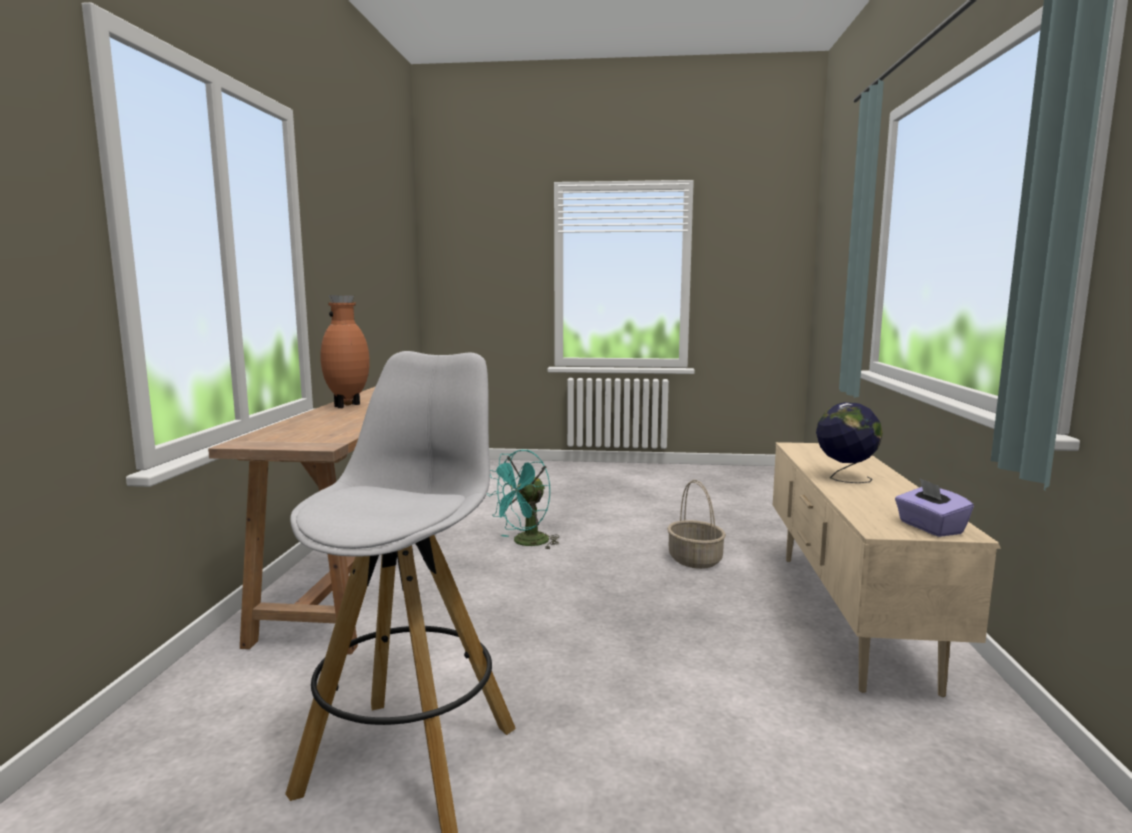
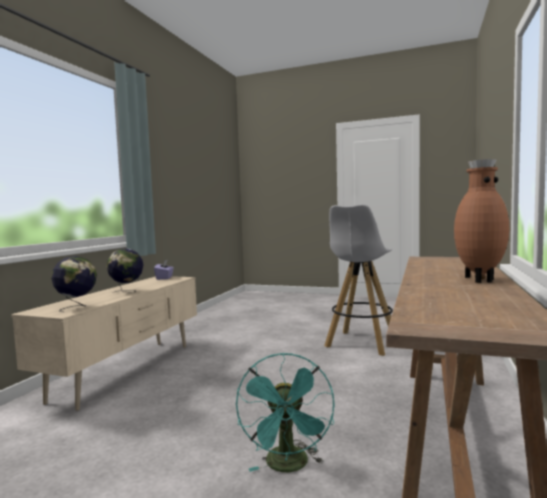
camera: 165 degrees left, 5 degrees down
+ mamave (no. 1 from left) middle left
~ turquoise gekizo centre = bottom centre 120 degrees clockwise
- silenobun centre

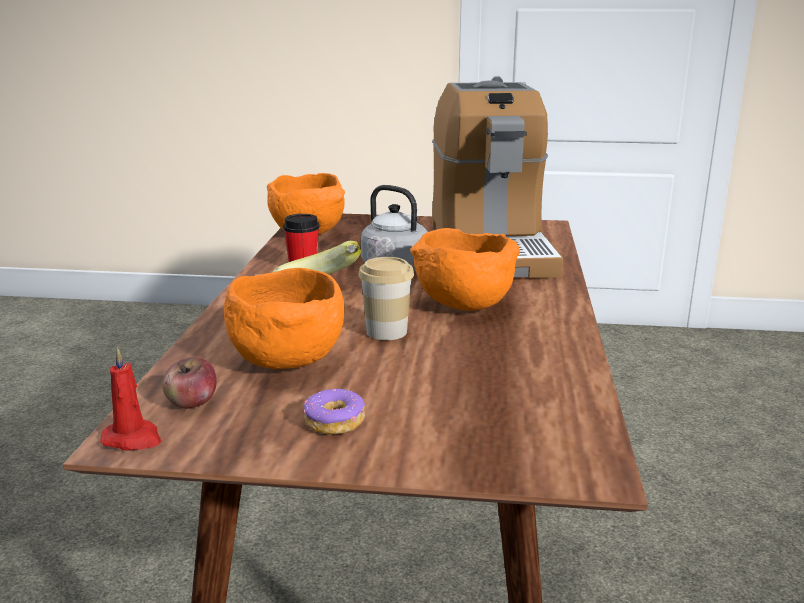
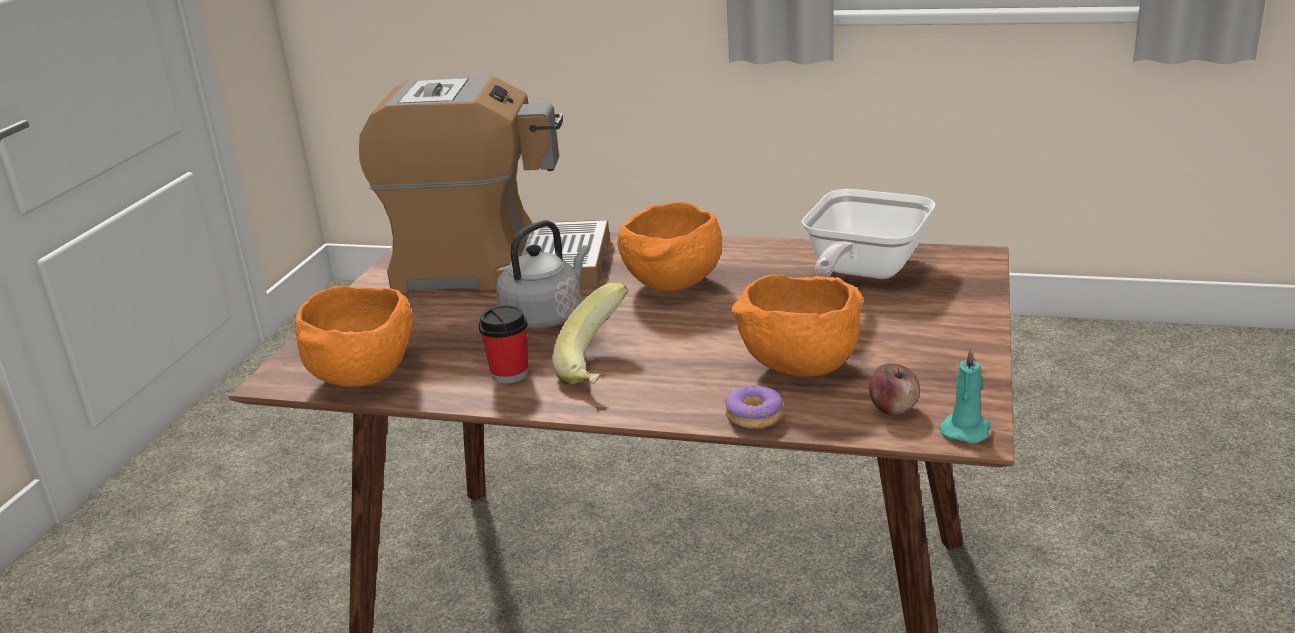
camera: 80 degrees left, 5 degrees up
~ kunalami bottom centre to centre
+ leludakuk middle right
~ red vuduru middle left to turquoise vuduru middle right
- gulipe (no. 2 from left) centre

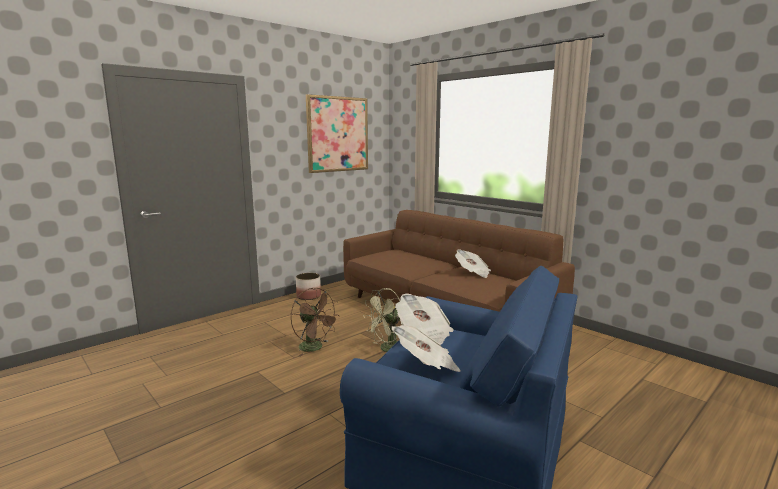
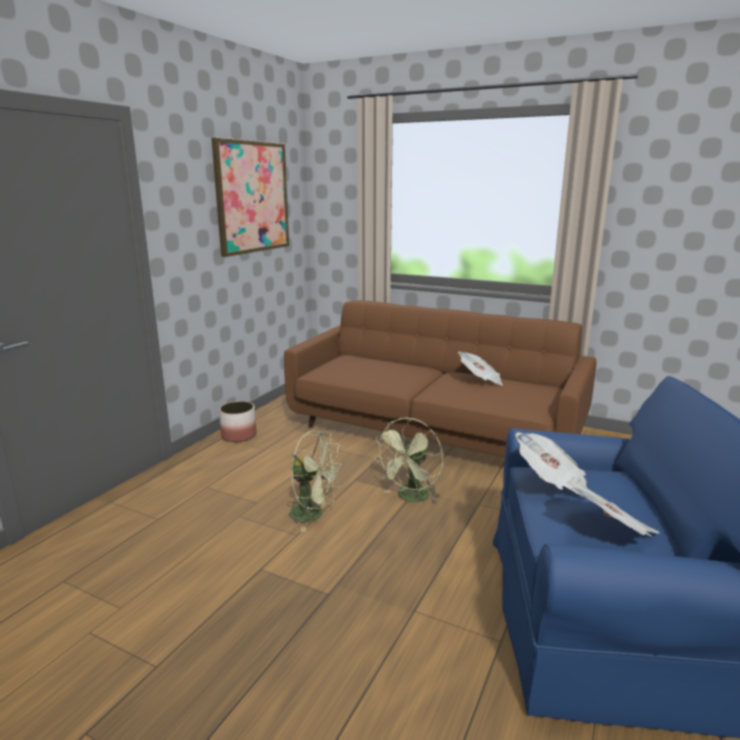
camera: 20 degrees left, 5 degrees up
~ brown gekizo centre to green gekizo (no. 1 from left) centre

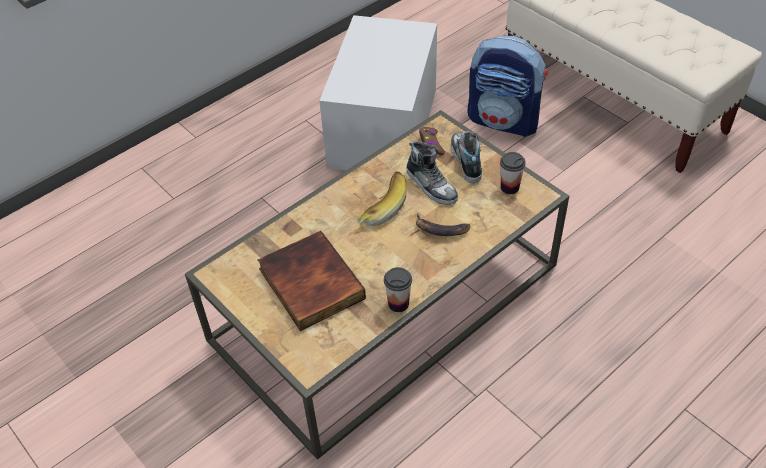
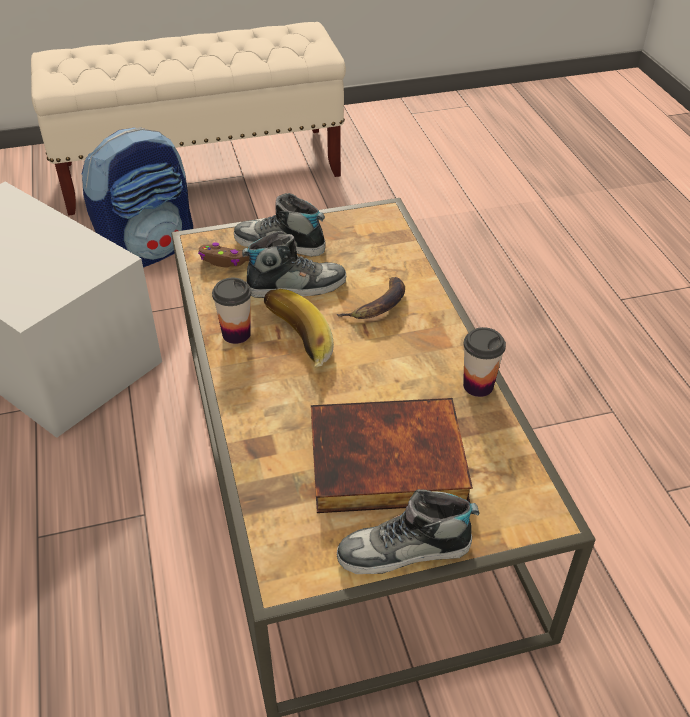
camera: 65 degrees left, 5 degrees down
~ gulipe (no. 2 from left in the first image) middle right to gulipe (no. 1 from left) centre
+ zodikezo (no. 3 from left) bottom centre

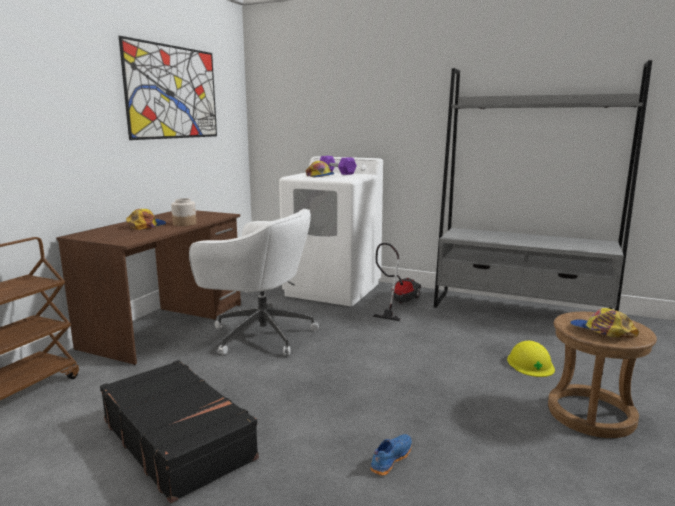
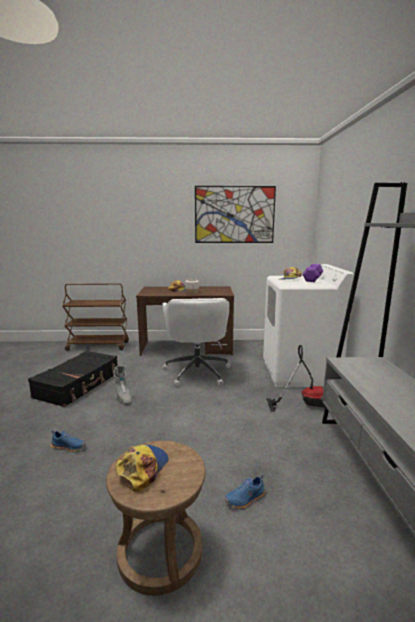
camera: 65 degrees right, 0 degrees up
+ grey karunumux middle left
~ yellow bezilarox bottom right to blue zodikezo (no. 2 from left) bottom centre

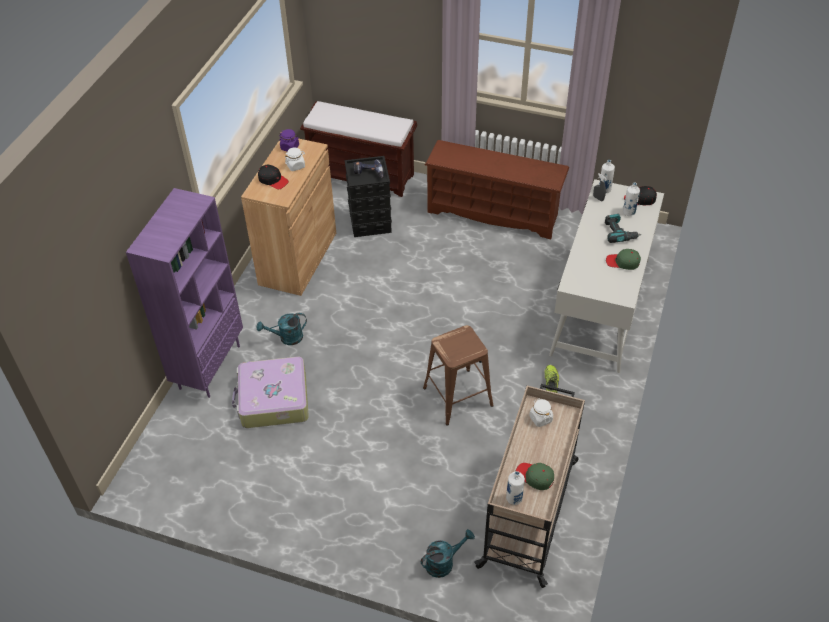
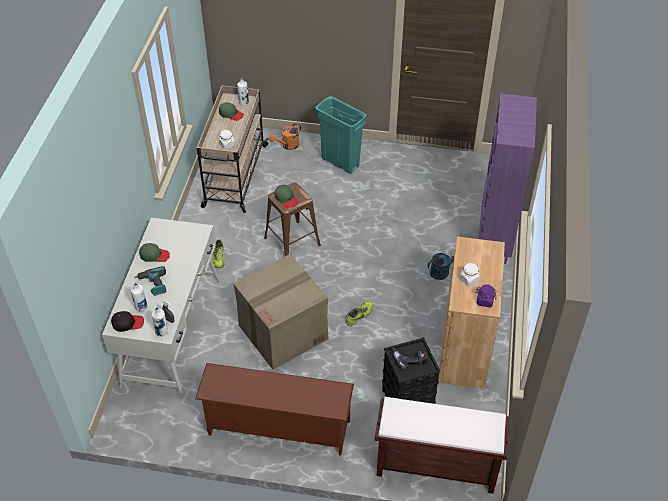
camera: 170 degrees right, 0 degrees up
+ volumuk centre
~ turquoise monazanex (no. 2 from left) bottom centre to orange monazanex top centre
+ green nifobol (no. 3 from left) centre
+ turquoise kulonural top centre
+ zodikezo (no. 2 from left) centre
- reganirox middle left
- black nifobol (no. 1 from left) top left

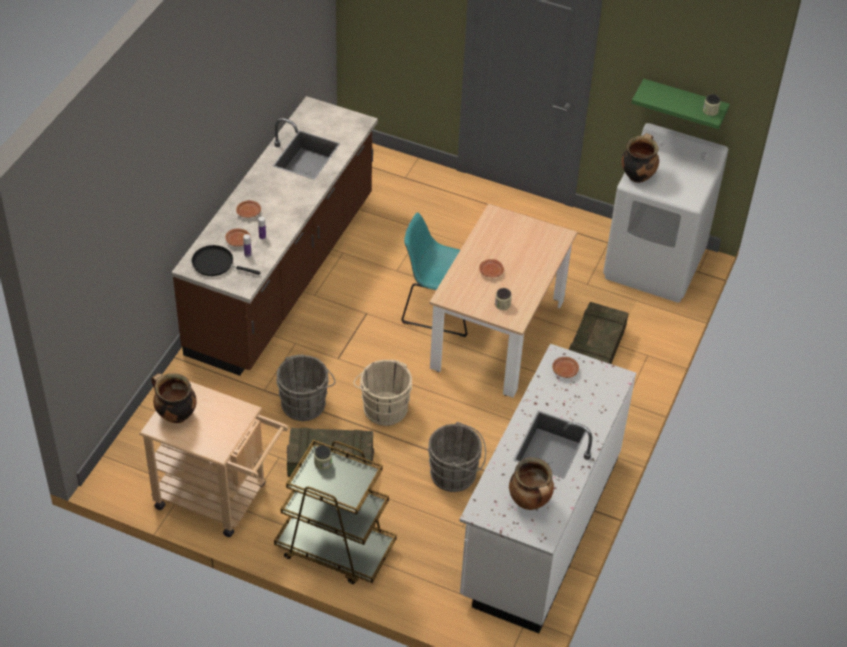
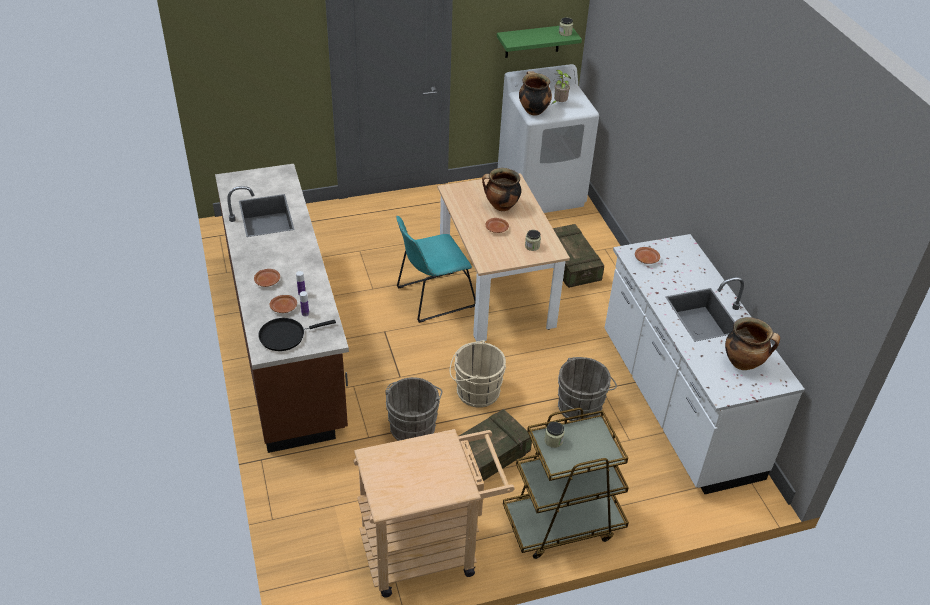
camera: 40 degrees left, 5 degrees down
~ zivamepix (no. 1 from left) middle left to top centre
+ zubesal top centre

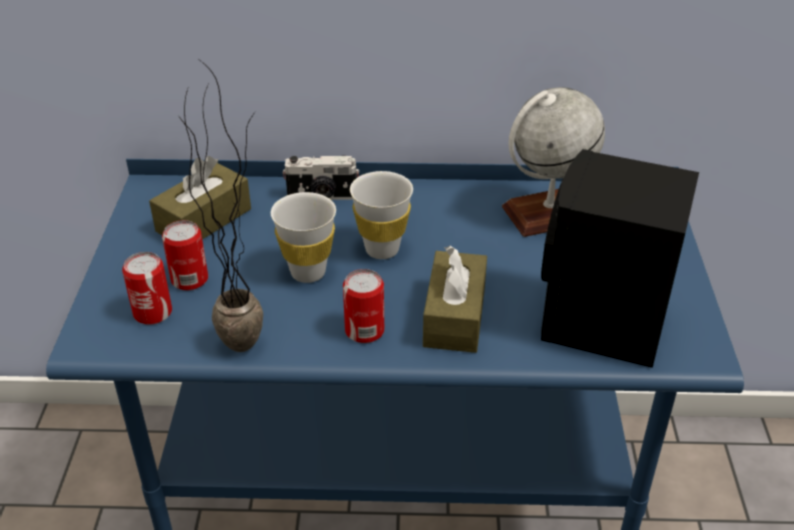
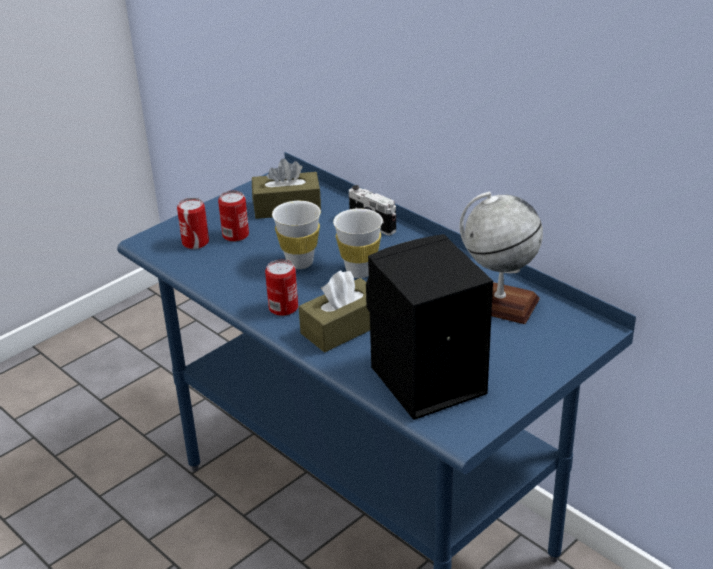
camera: 45 degrees right, 5 degrees down
- zubesal middle left

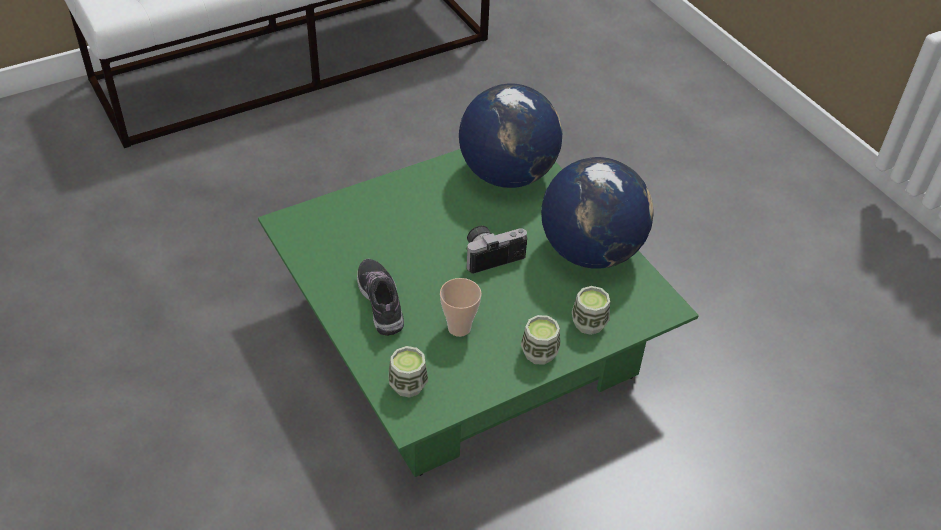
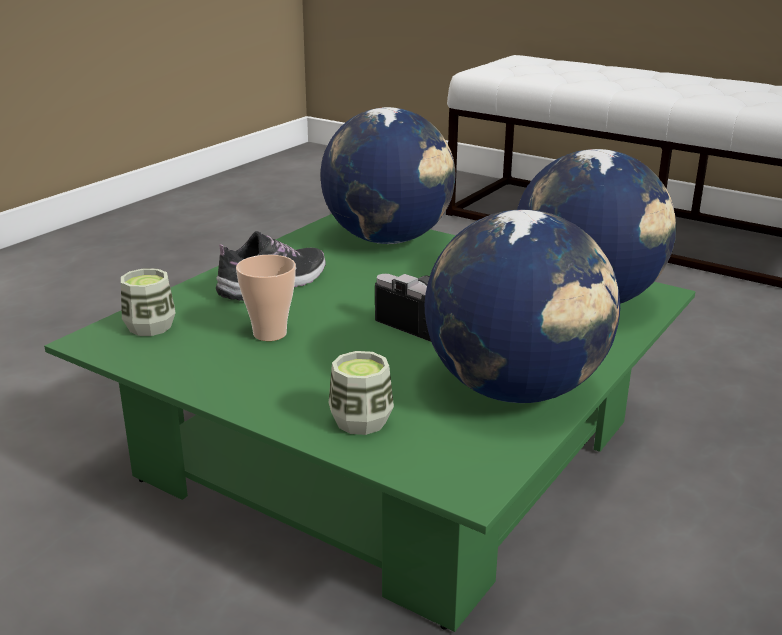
camera: 65 degrees right, 20 degrees down
+ mamave (no. 1 from left) top centre
- gulipe (no. 3 from left) centre

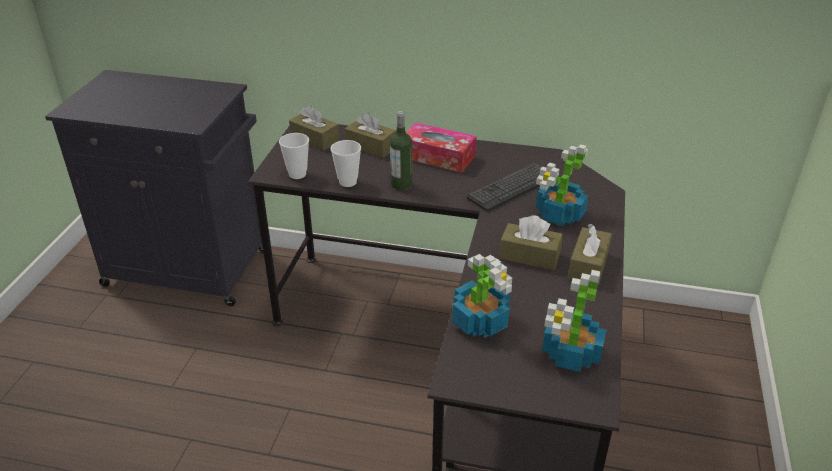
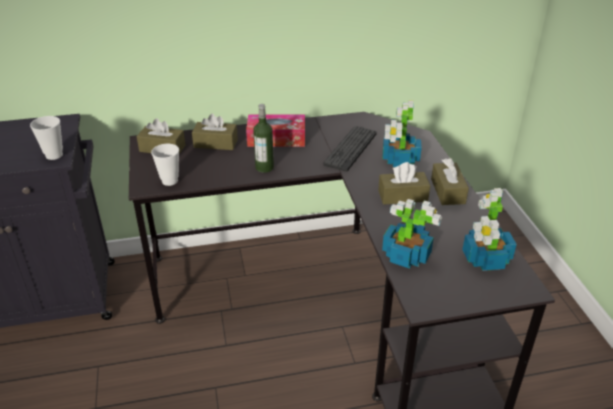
camera: 25 degrees left, 0 degrees up
~ gulipe (no. 2 from left in the first image) centre to gulipe (no. 1 from left) middle left

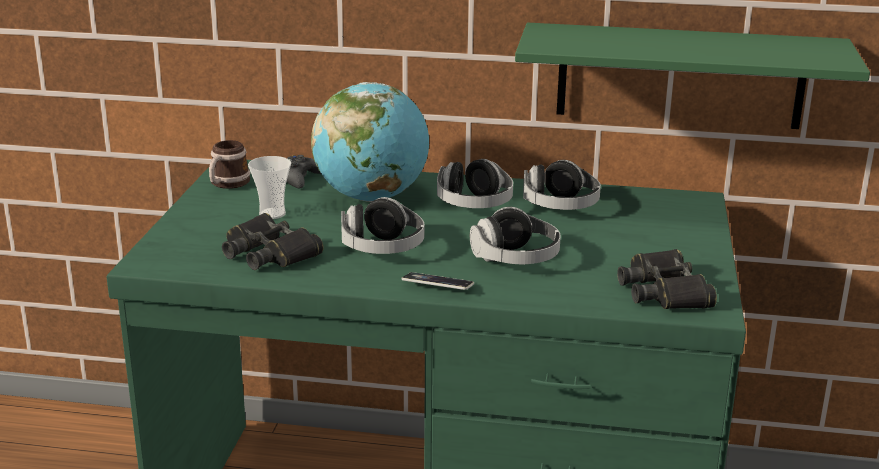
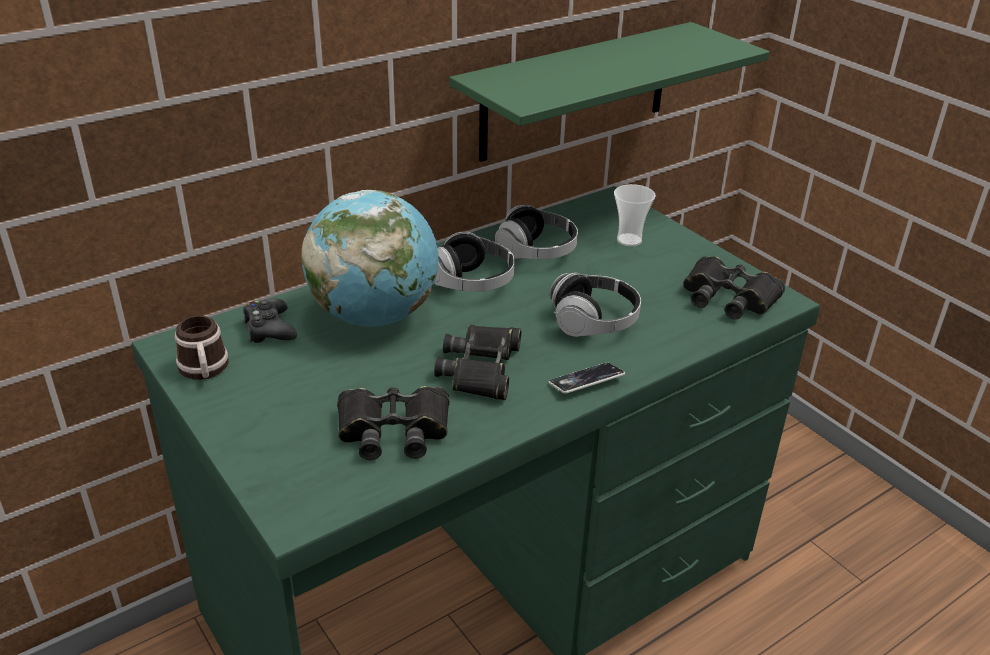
camera: 45 degrees left, 10 degrees up
~ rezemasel (no. 1 from left) centre to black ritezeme (no. 2 from left) centre
~ gulipe middle left to top centre

